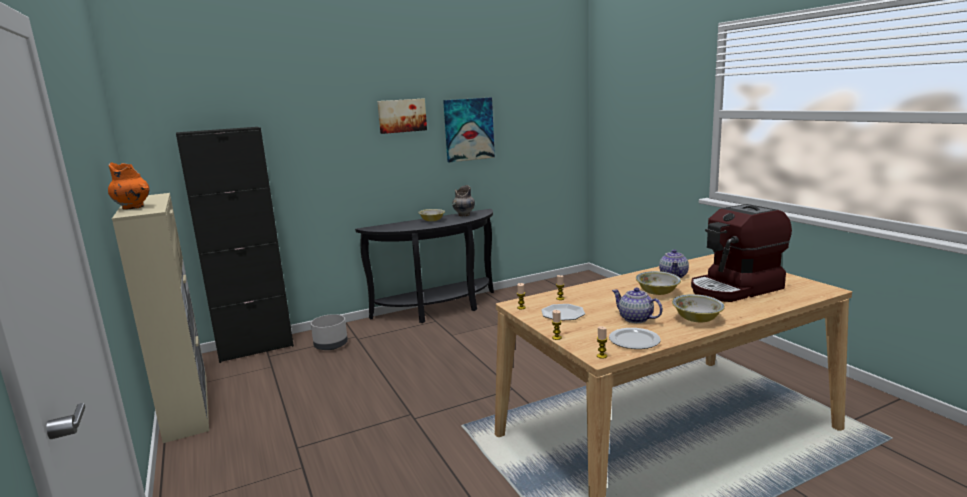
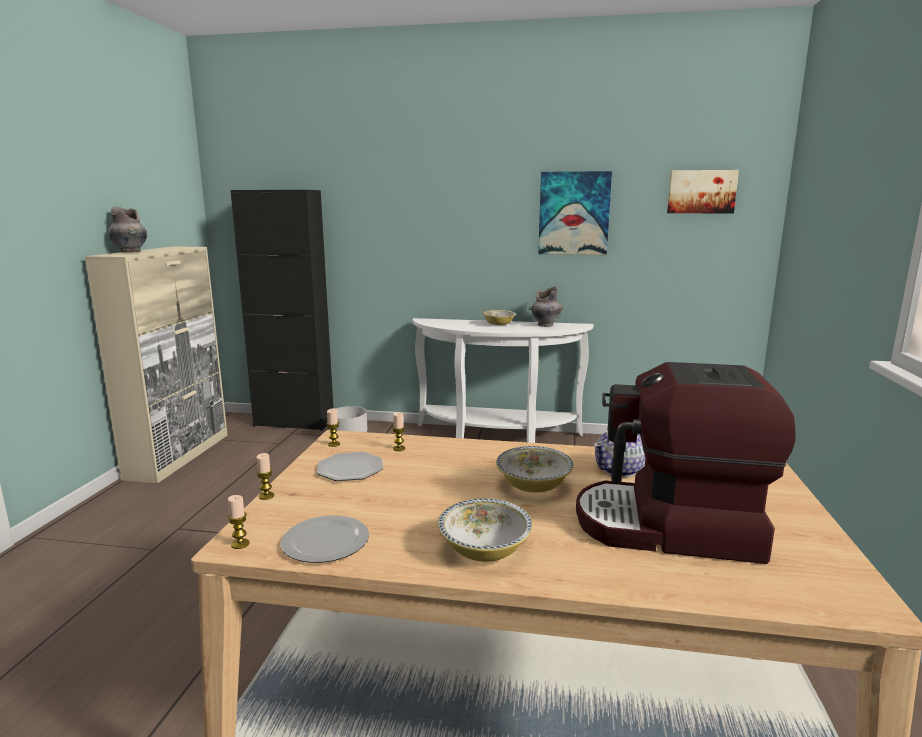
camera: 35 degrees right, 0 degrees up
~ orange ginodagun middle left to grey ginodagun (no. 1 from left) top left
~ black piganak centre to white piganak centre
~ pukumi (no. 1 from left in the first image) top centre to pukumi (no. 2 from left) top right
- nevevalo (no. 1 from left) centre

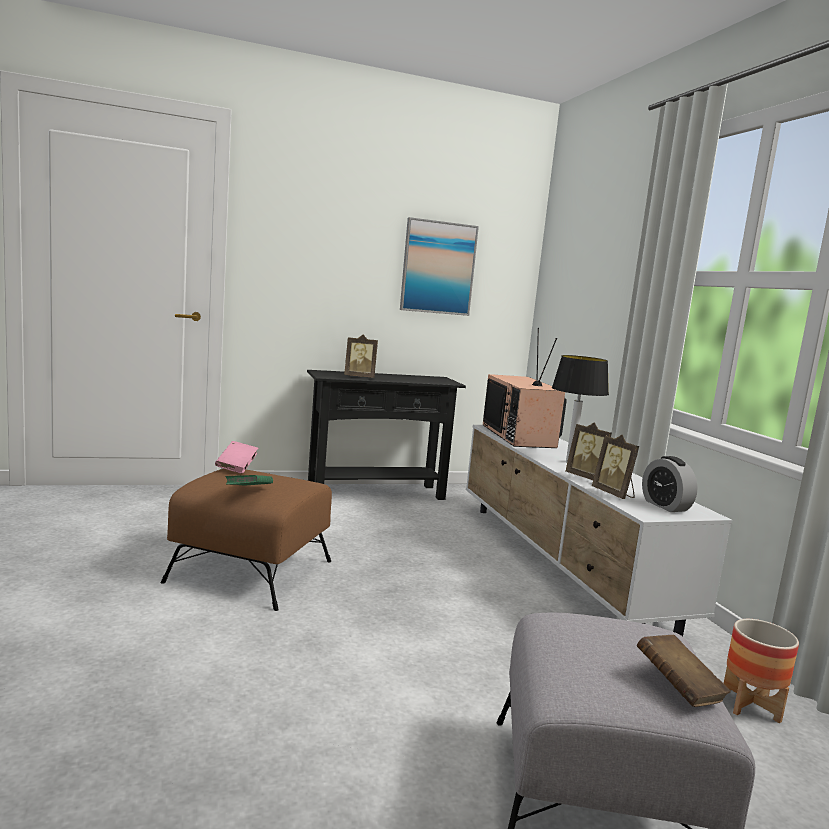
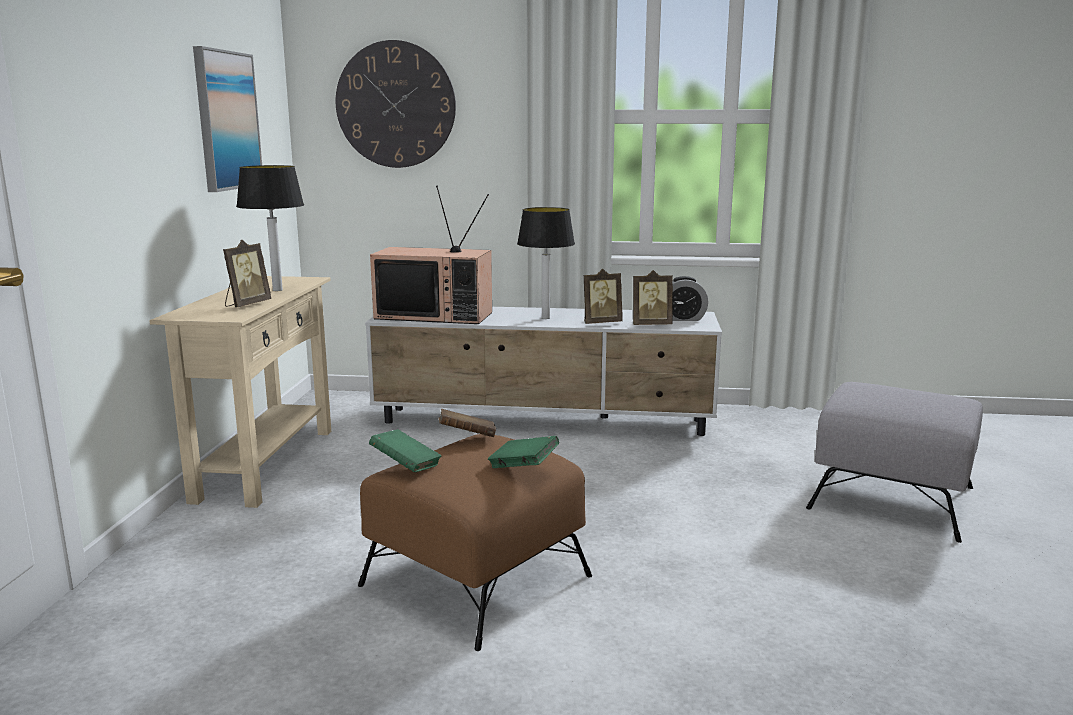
camera: 65 degrees left, 5 degrees up
~ black piganak centre to beige piganak middle left
+ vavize (no. 1 from left) top left
+ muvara top centre
~ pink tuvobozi middle left to green tuvobozi (no. 1 from left) centre
~ brown tuvobozi bottom right to centre
- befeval bottom right

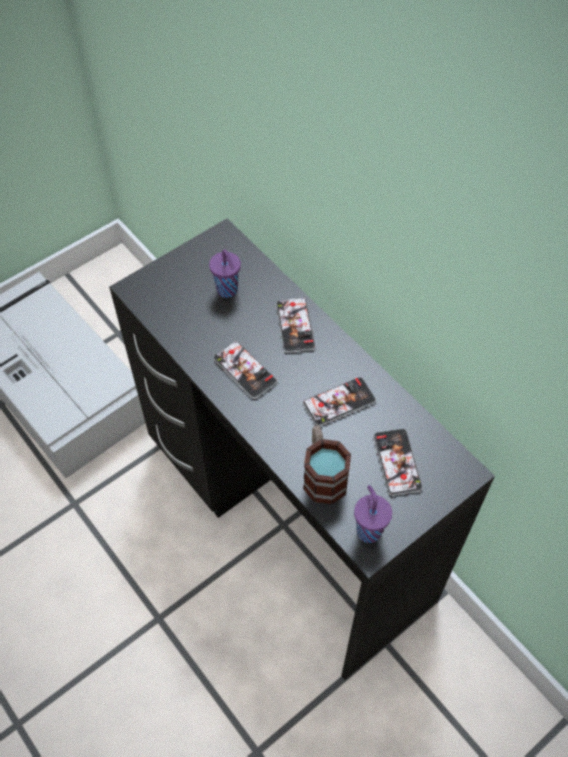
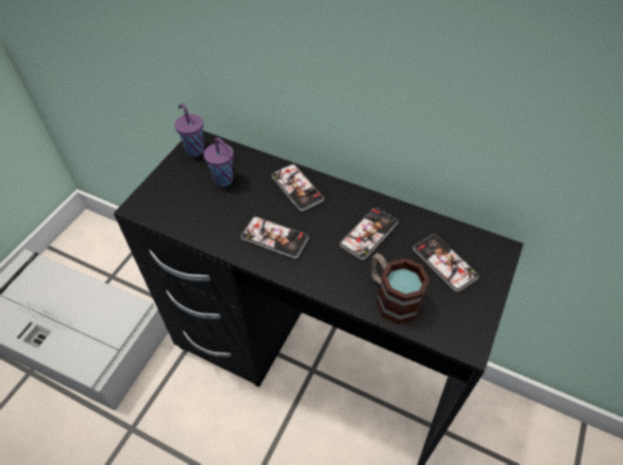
camera: 25 degrees left, 5 degrees down
~ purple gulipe (no. 2 from left in the first image) bottom centre to purple gulipe (no. 1 from left) top left

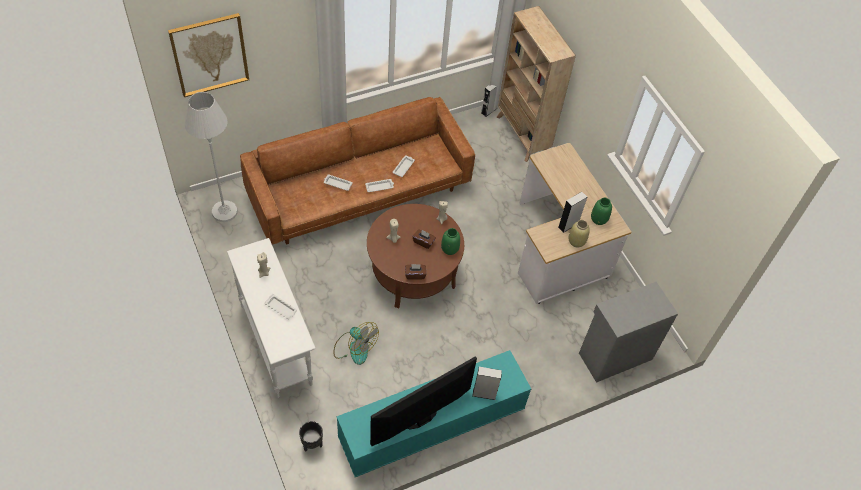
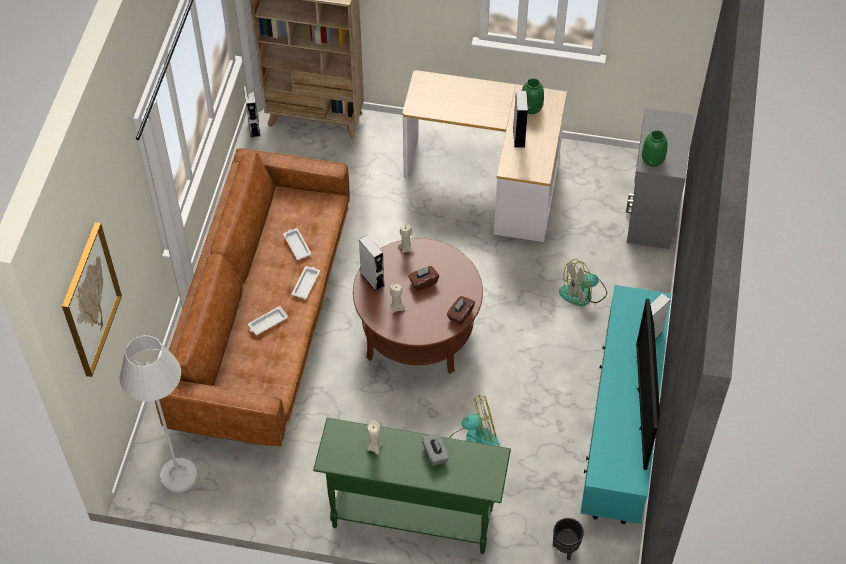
camera: 50 degrees left, 0 degrees up
~ white piganak middle left to green piganak bottom centre
+ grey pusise (no. 2 from left) centre
~ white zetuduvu (no. 1 from left) middle left to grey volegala bottom centre
+ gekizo (no. 2 from left) middle right
~ green ginodagun (no. 1 from left in the first image) centre to green ginodagun (no. 2 from left) top right
- beige ginodagun middle right

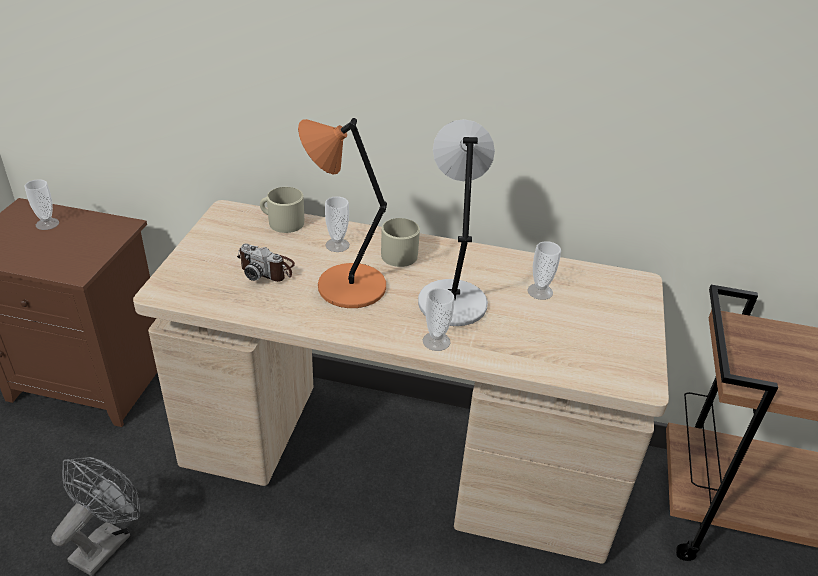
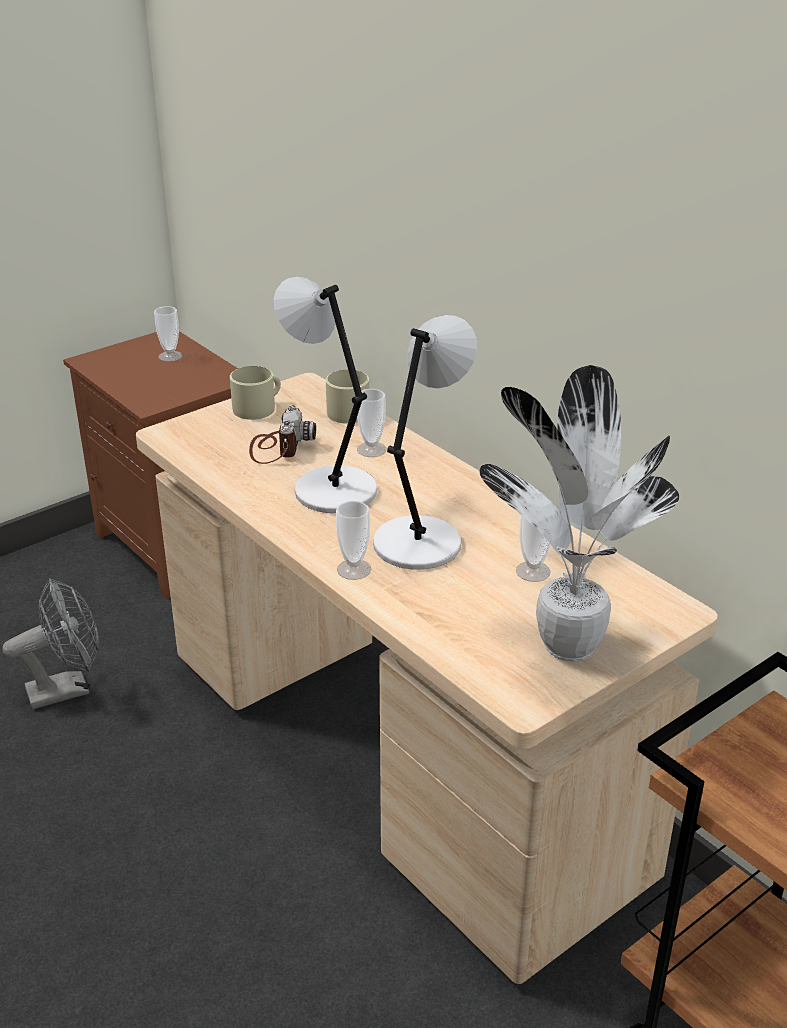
camera: 40 degrees right, 5 degrees down
~ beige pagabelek (no. 2 from left in the first image) centre to beige pagabelek (no. 1 from left) middle left
~ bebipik middle left = centre 150 degrees counterclockwise
~ orange vavize centre to grey vavize (no. 1 from left) centre
+ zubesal middle right

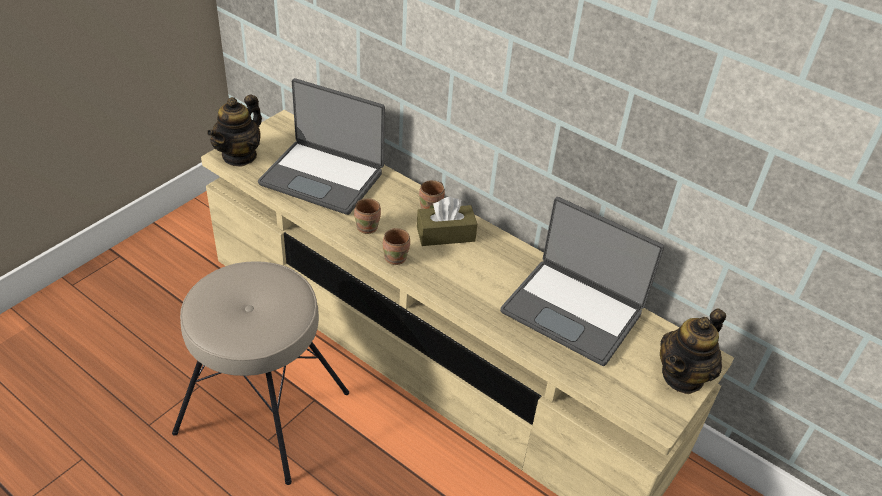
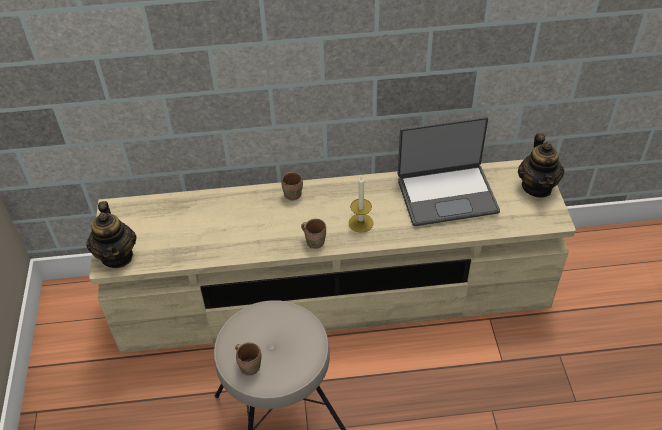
camera: 40 degrees left, 5 degrees up
~ brown pagabelek (no. 1 from left) centre to bottom centre
+ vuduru centre
- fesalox (no. 1 from left) top centre
- brown volegala centre

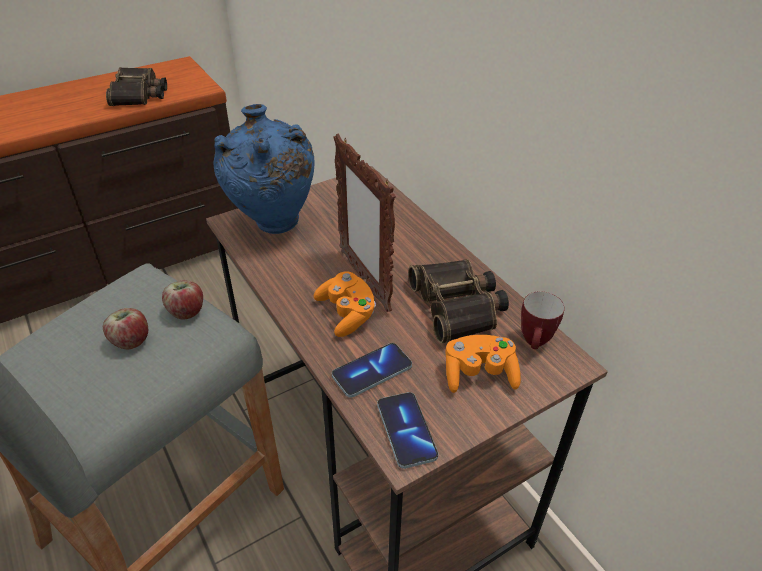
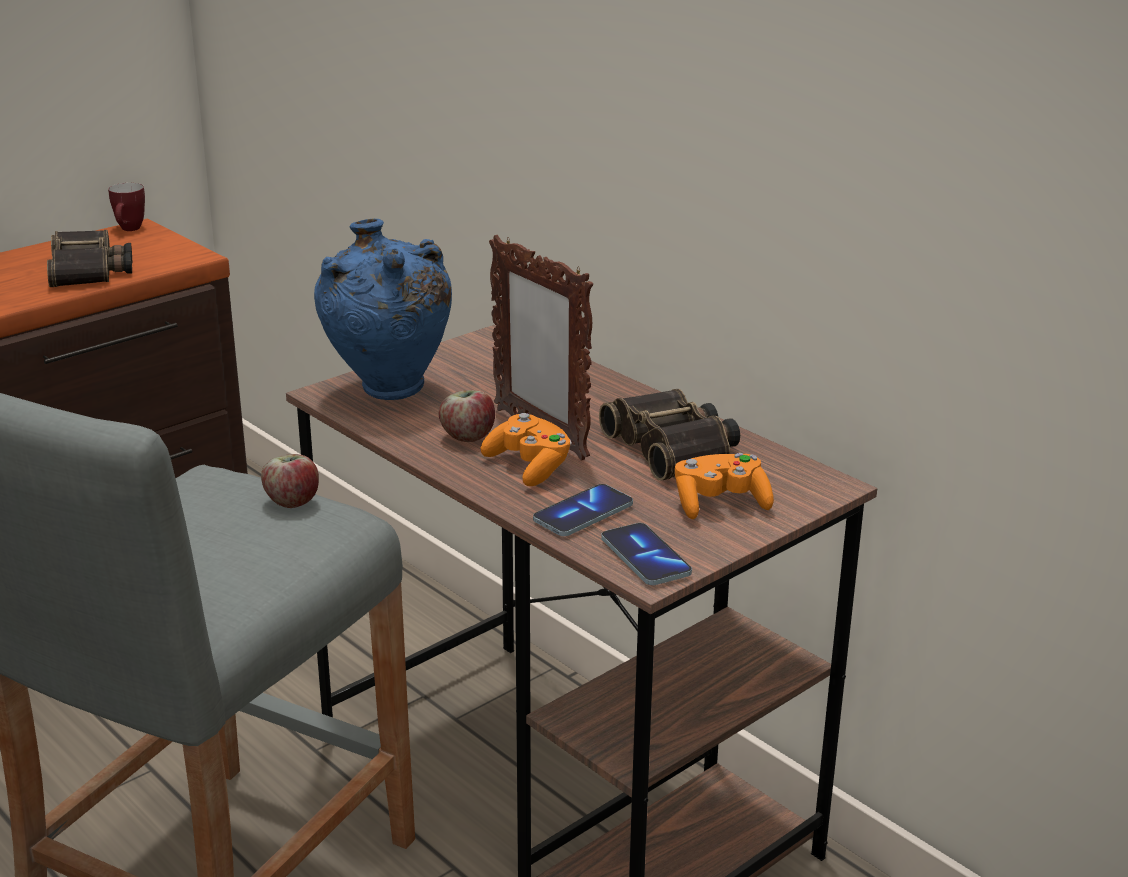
camera: 10 degrees left, 15 degrees down
~ pagabelek middle right to top left
~ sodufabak (no. 1 from left in the first image) middle left to sodufabak (no. 2 from left) centre

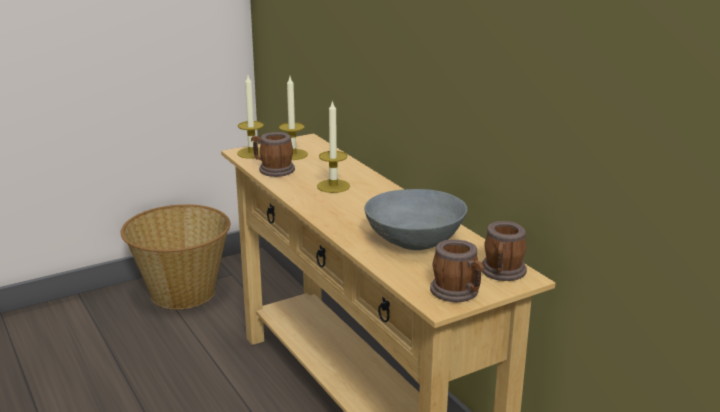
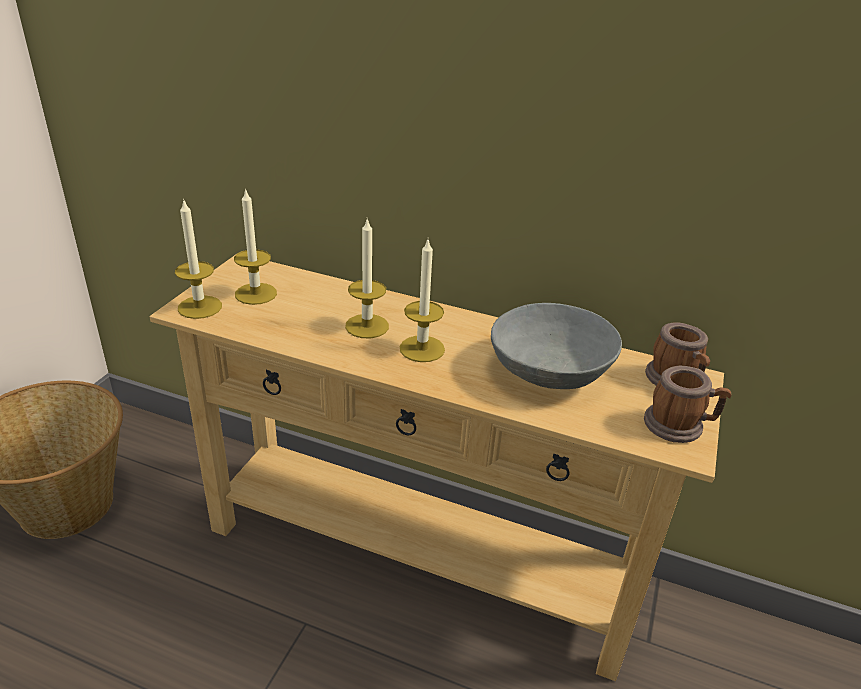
camera: 40 degrees left, 10 degrees up
+ vuduru (no. 4 from left) centre
- pagabelek (no. 1 from left) centre

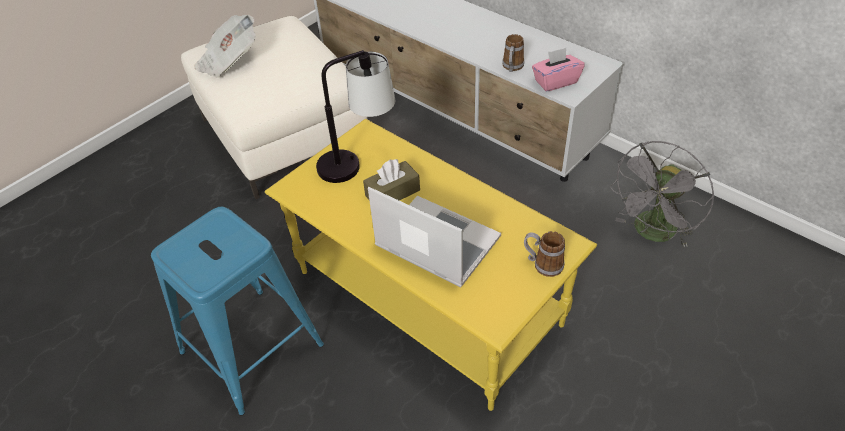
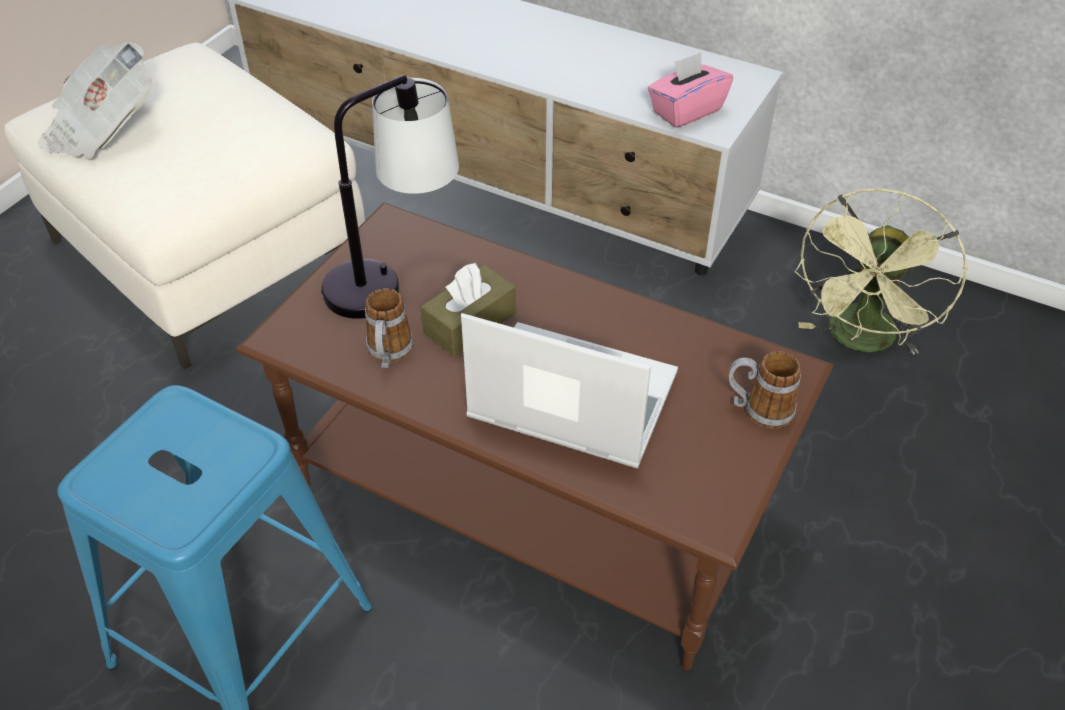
camera: 15 degrees left, 0 degrees up
~ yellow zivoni centre to brown zivoni centre
~ pagabelek (no. 1 from left) top centre to centre
~ grey gekizo middle right to green gekizo middle right

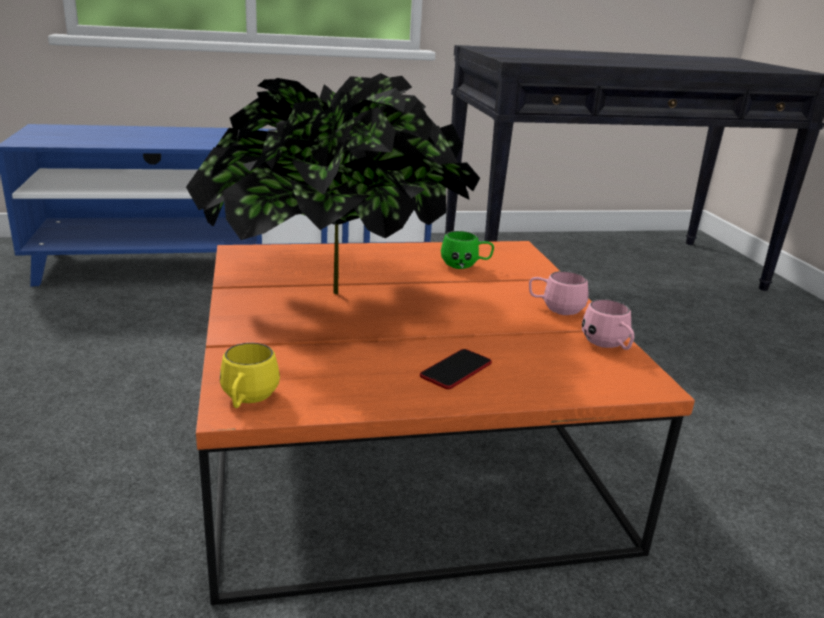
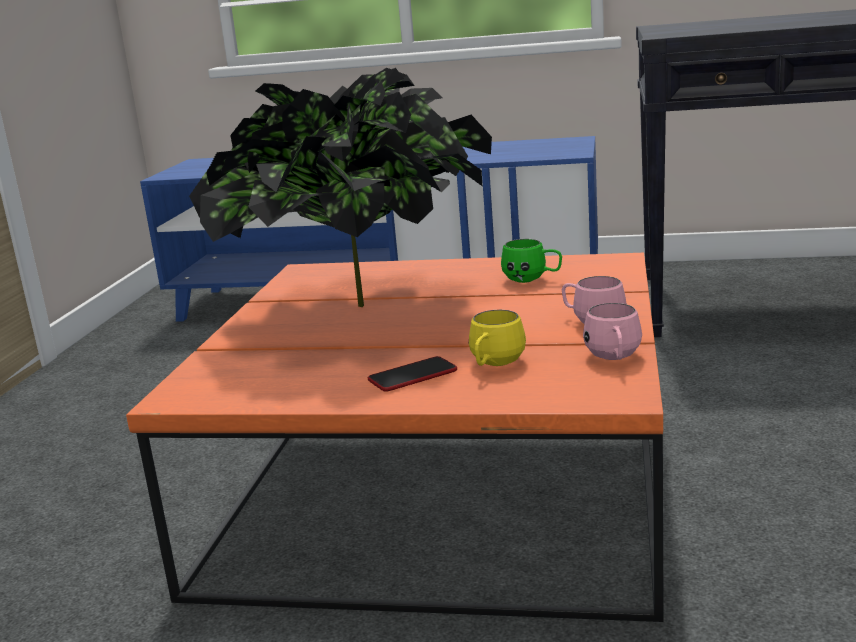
camera: 25 degrees right, 5 degrees down
~ yellow pagabelek middle left to centre

